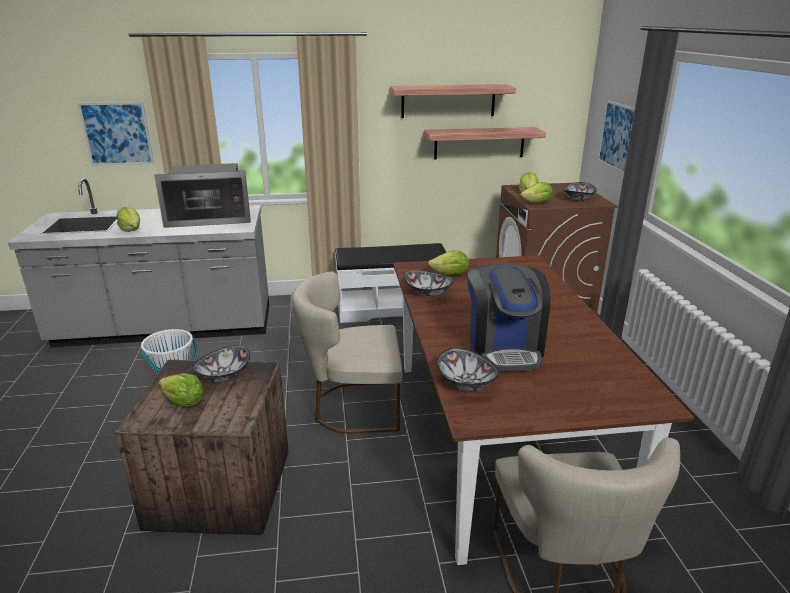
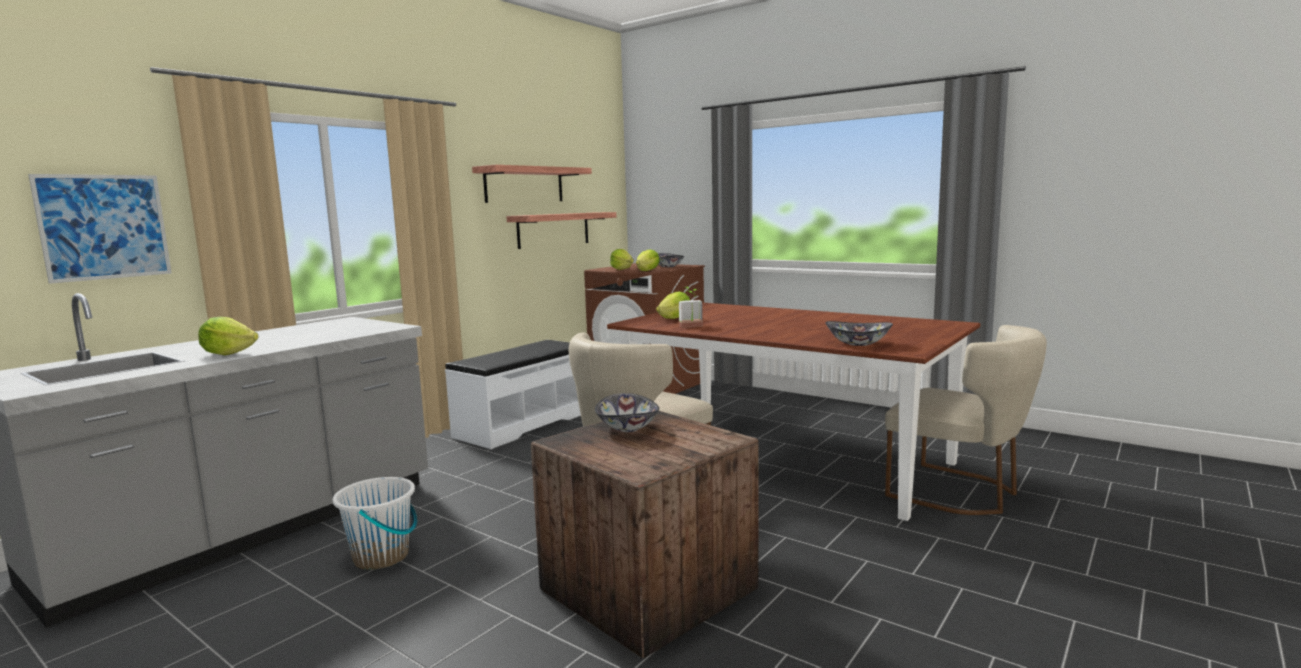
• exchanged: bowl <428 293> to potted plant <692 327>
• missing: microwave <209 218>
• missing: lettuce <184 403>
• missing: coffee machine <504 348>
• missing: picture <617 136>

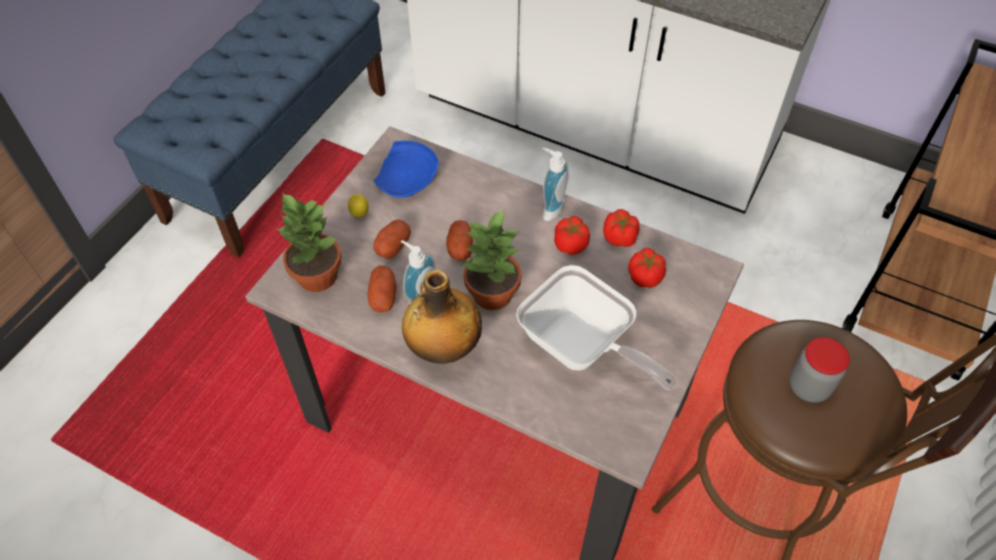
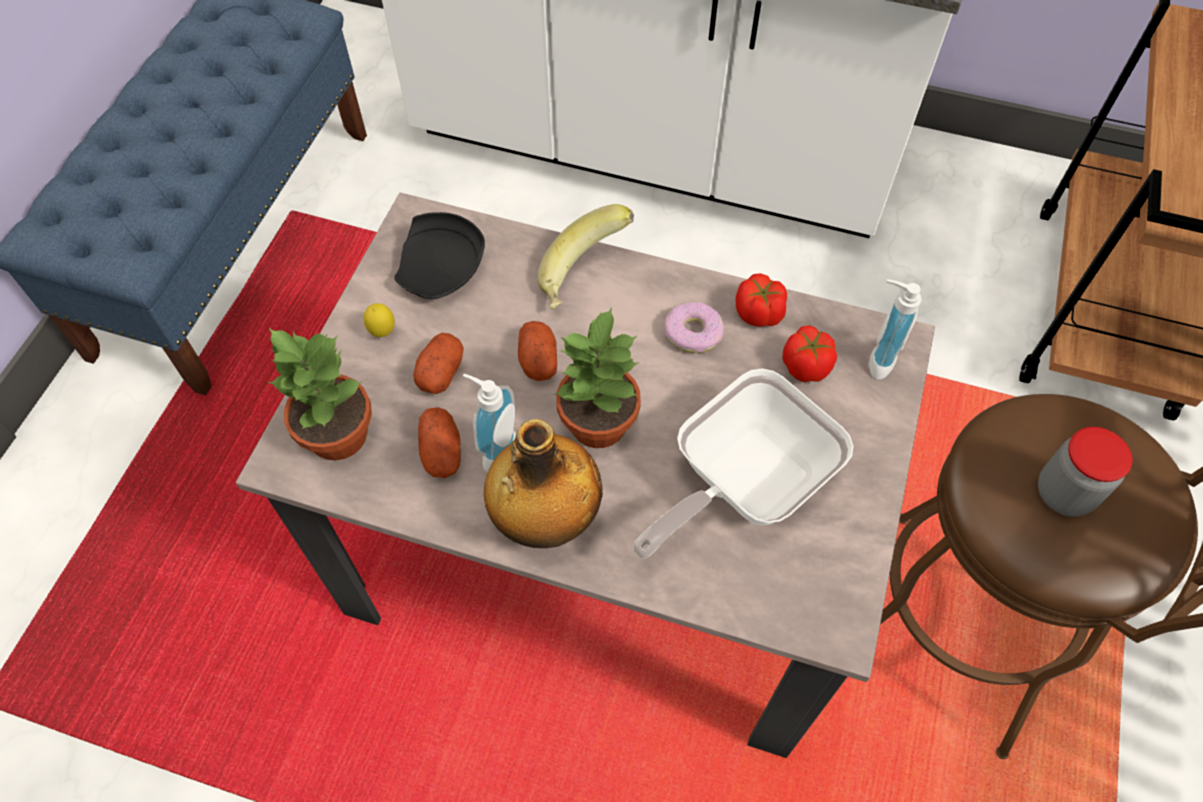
• colour: blue plate <408 180> to black plate <442 270>
• appeared: banana <585 277>
• spun: frying pan <582 347> = <741 484> 105 degrees clockwise
• exchanged: tomato <570 244> to donut <693 333>
• relocated: soap dispenser <550 208> to <876 358>

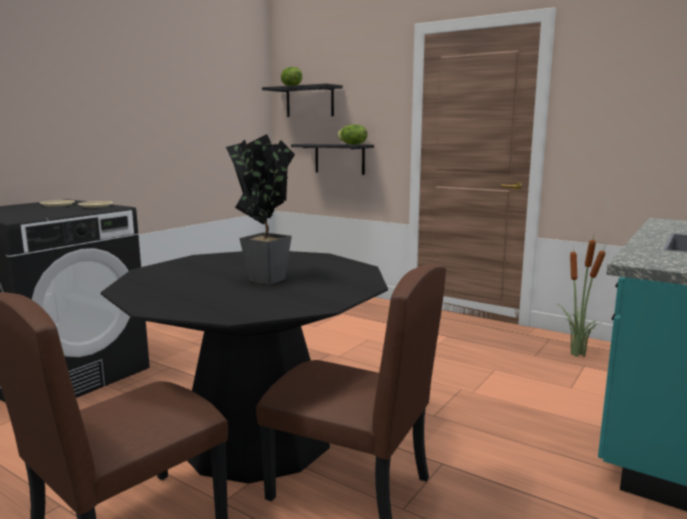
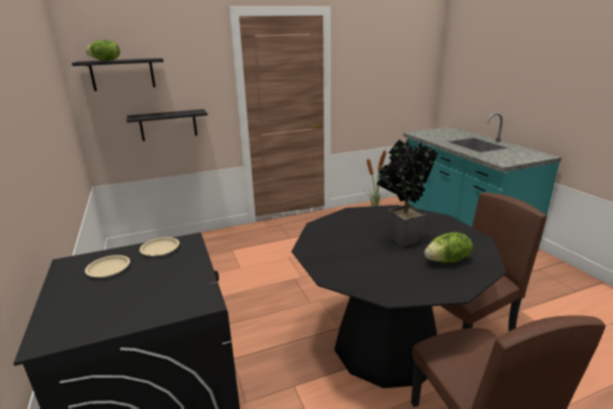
• relocated: lettuce <352 144> to <447 260>

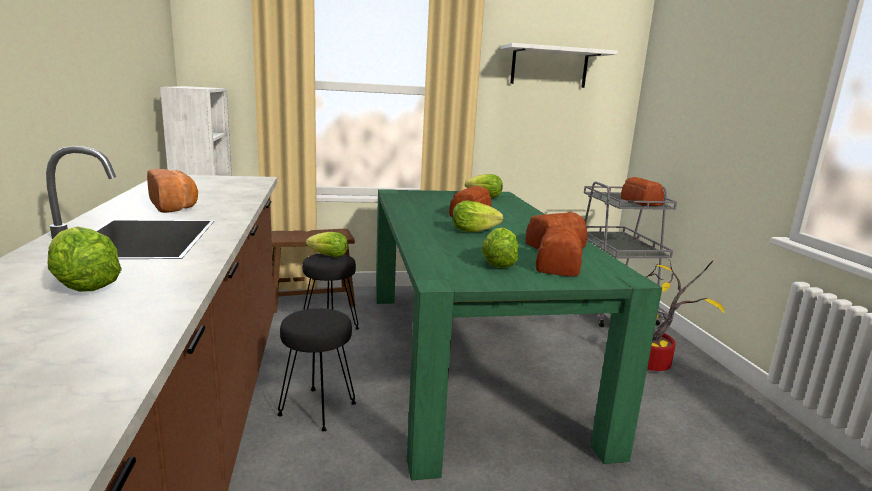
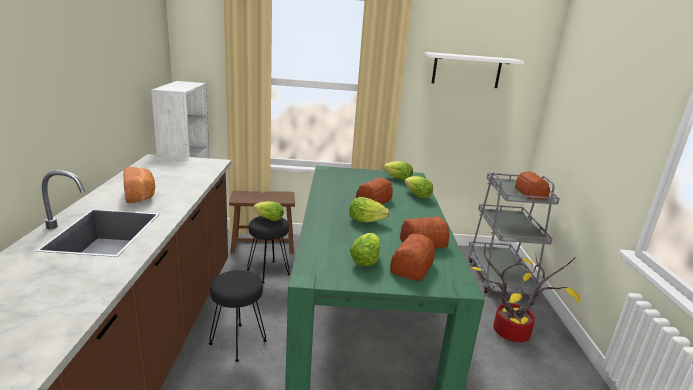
• relocated: lettuce <83 285> to <417 196>

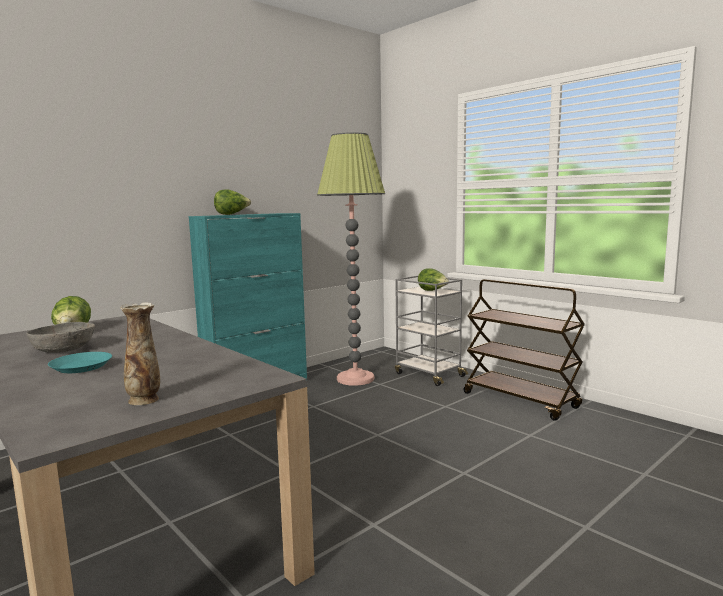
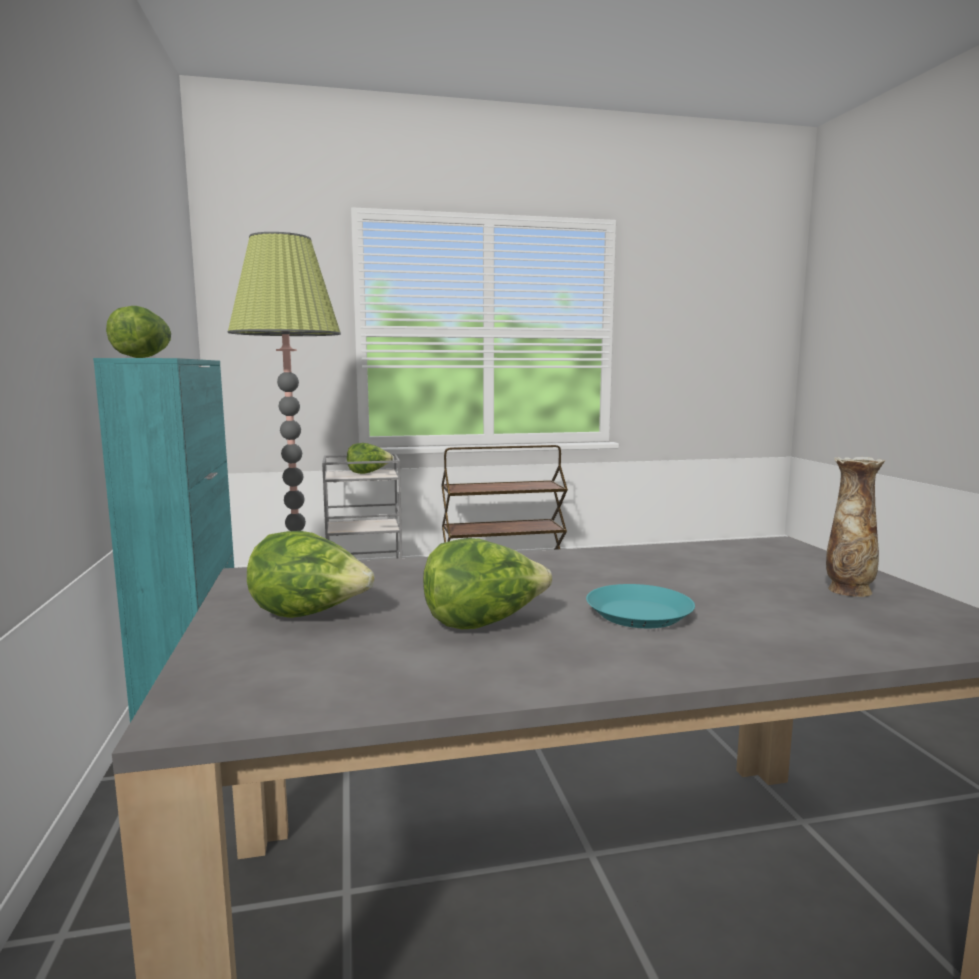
• exchanged: grey bowl <64 350> to lettuce <483 623>

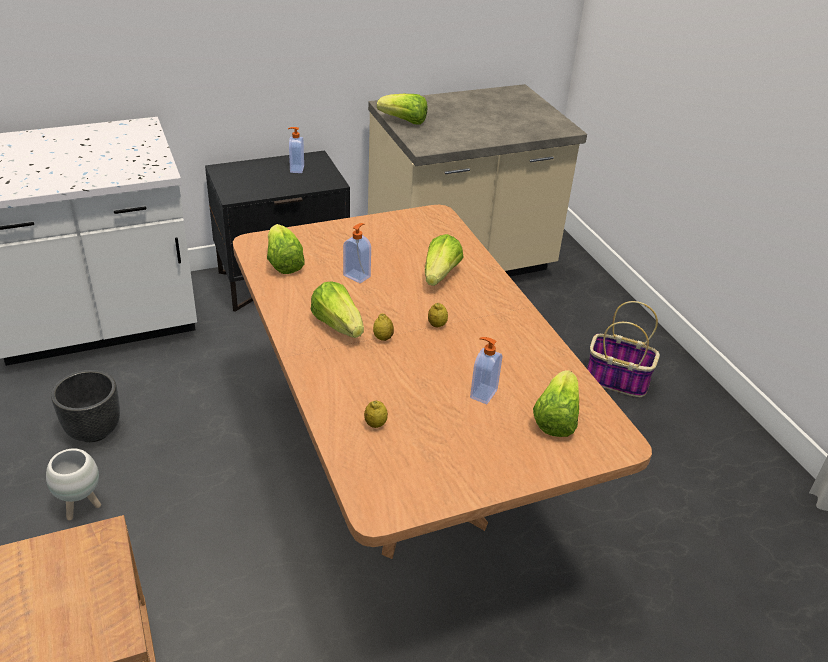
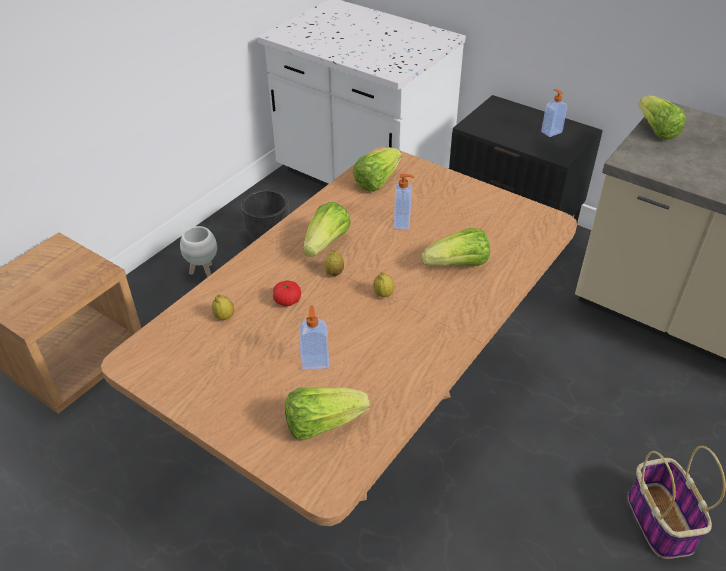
• appeared: tomato <287 300>

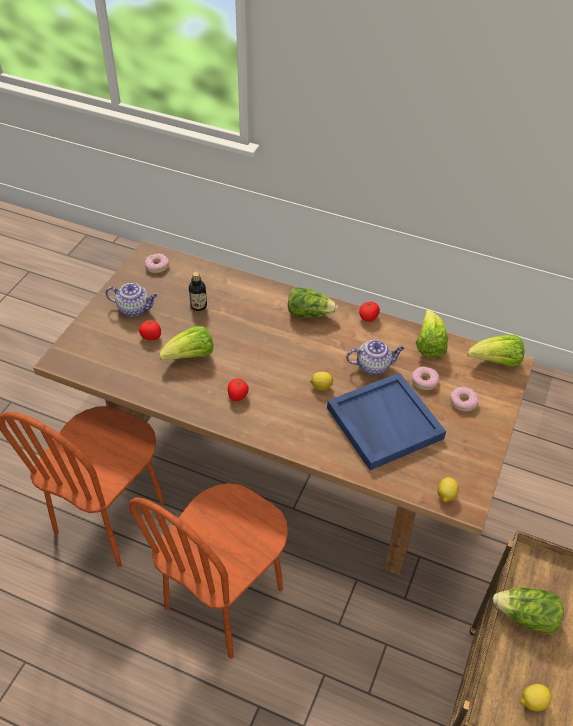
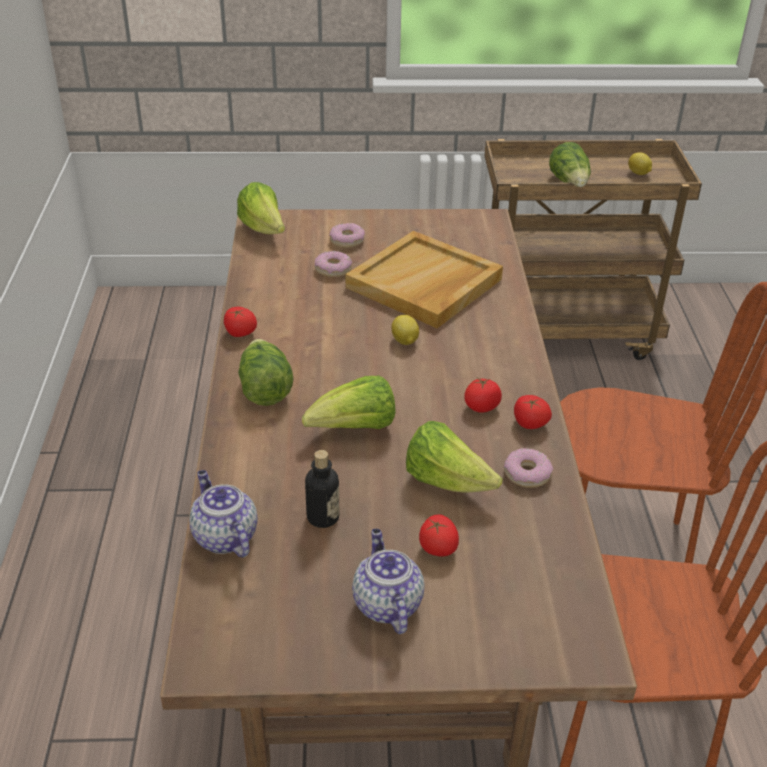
• relocated: teapot <374 366> to <224 537>
• relocated: lettuce <429 345> to <355 429>
• colour: blue tray <383 422> to beige tray <424 284>
• relocated: donut <157 266> to <527 474>
• appeared: tomato <529 424>
• missing: lemon <445 495>

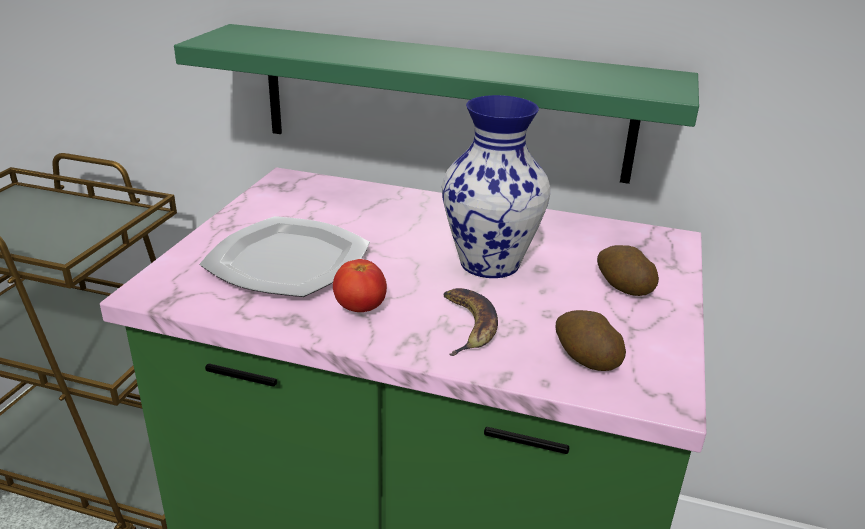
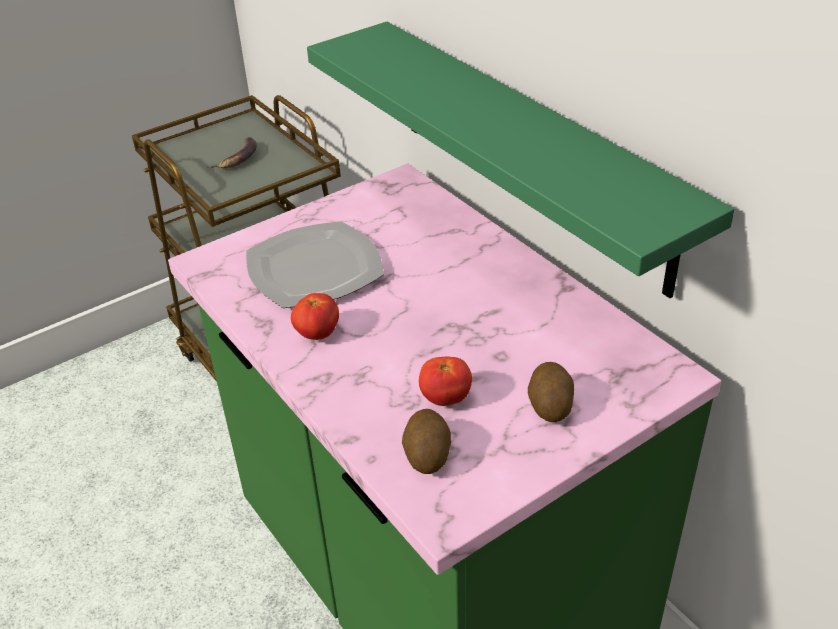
• relocated: banana <467 325> to <238 157>
• appeared: tomato <445 398>
• missing: vase <490 264>

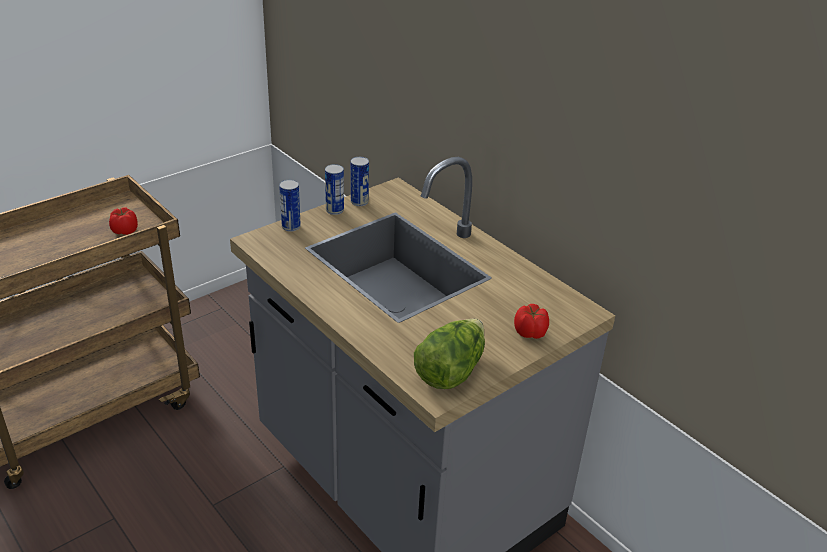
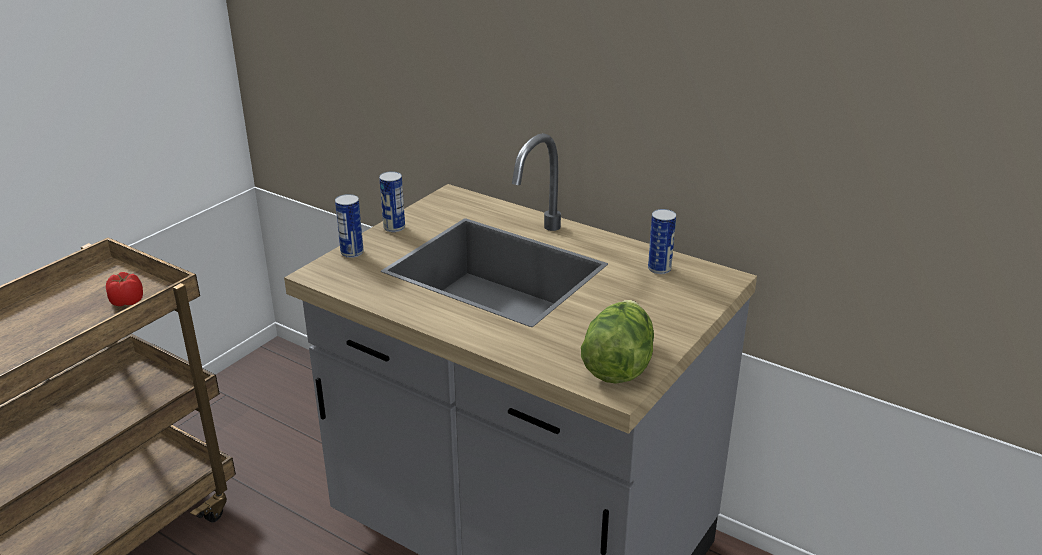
• relocated: can <359 202> to <659 269>
• missing: tomato <530 333>

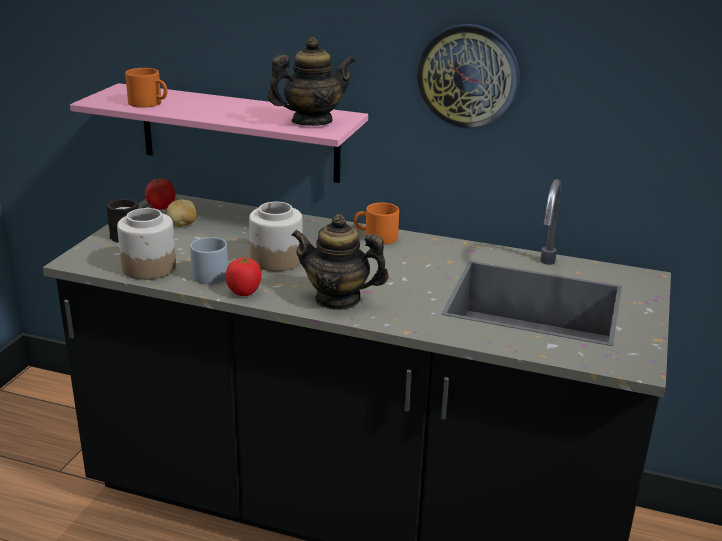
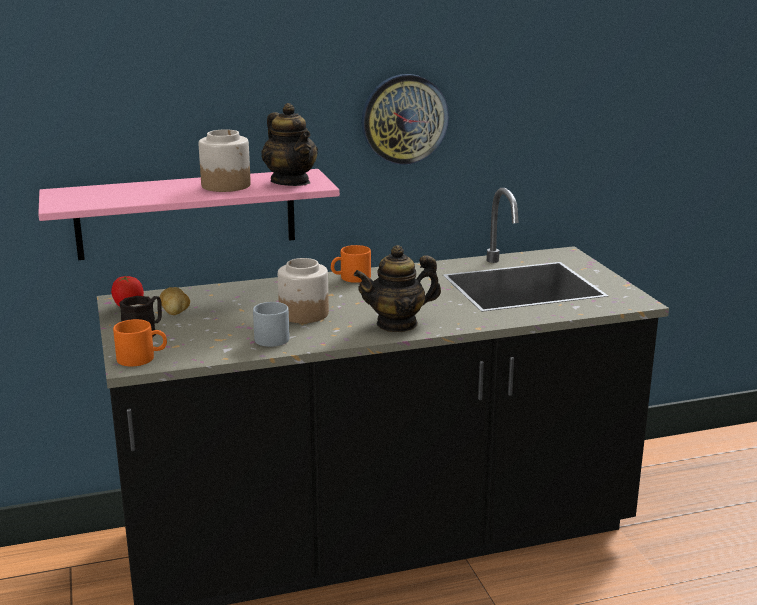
• relocated: orange mug <150 103> to <142 358>
• relocated: jar <149 267> to <226 185>
• spun: teapot <311 121> = <291 182> 120 degrees clockwise
• missing: tomato <244 292>

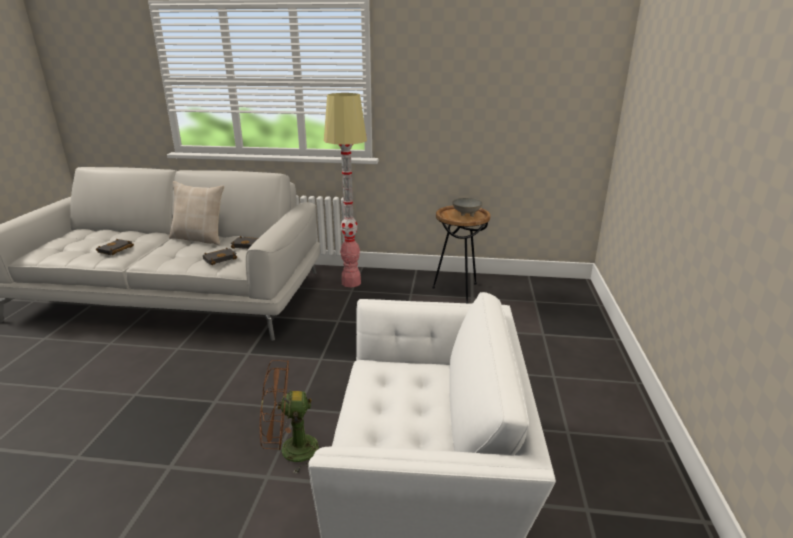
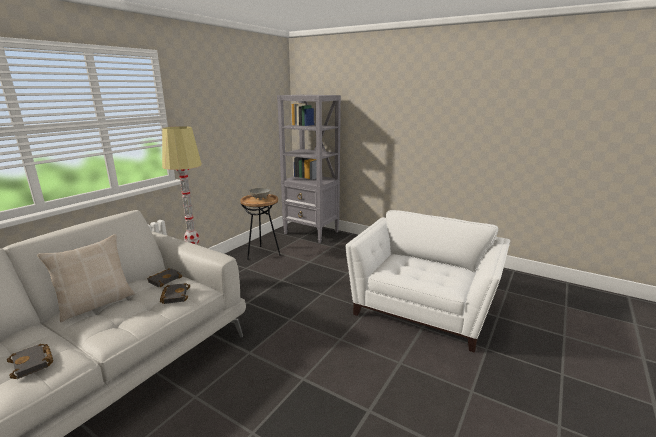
• appeared: grey bookcase <311 233>
• missing: brown fan <290 451>

